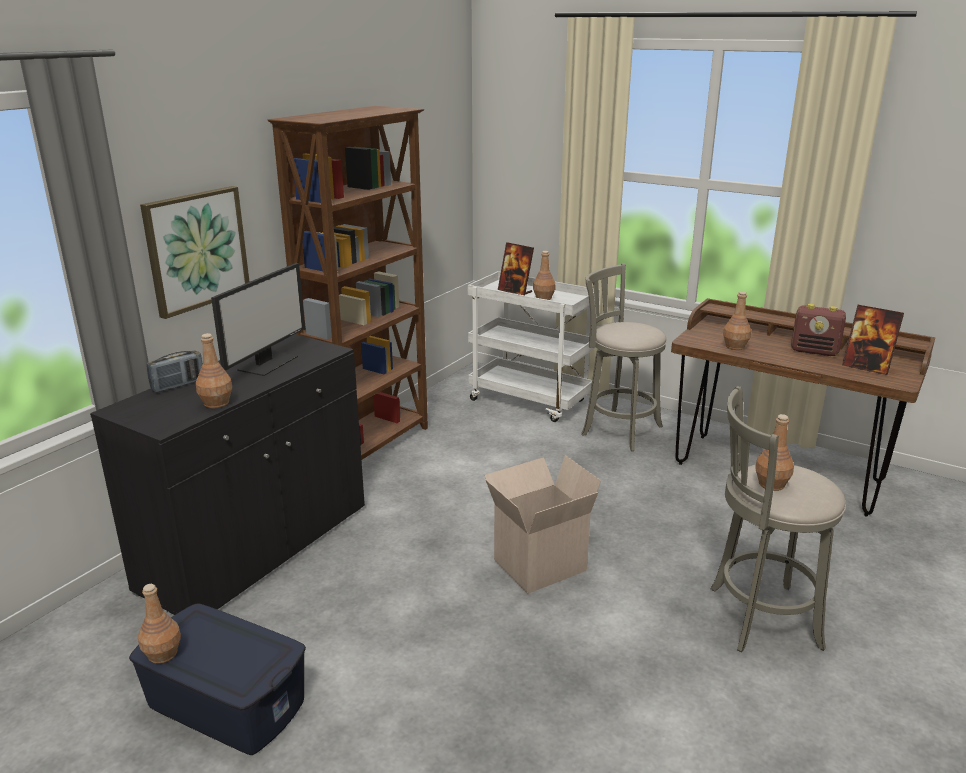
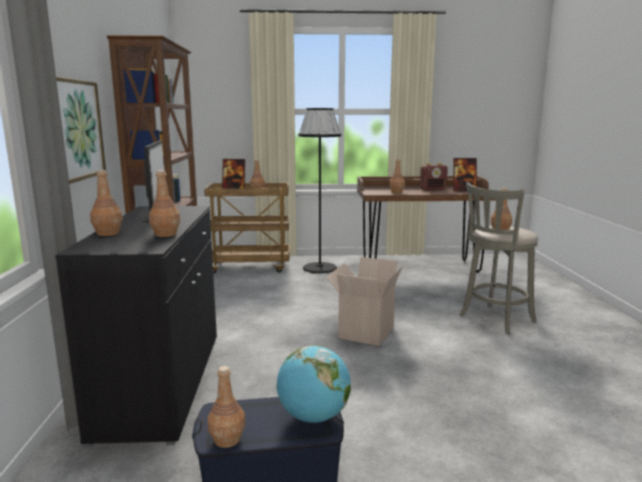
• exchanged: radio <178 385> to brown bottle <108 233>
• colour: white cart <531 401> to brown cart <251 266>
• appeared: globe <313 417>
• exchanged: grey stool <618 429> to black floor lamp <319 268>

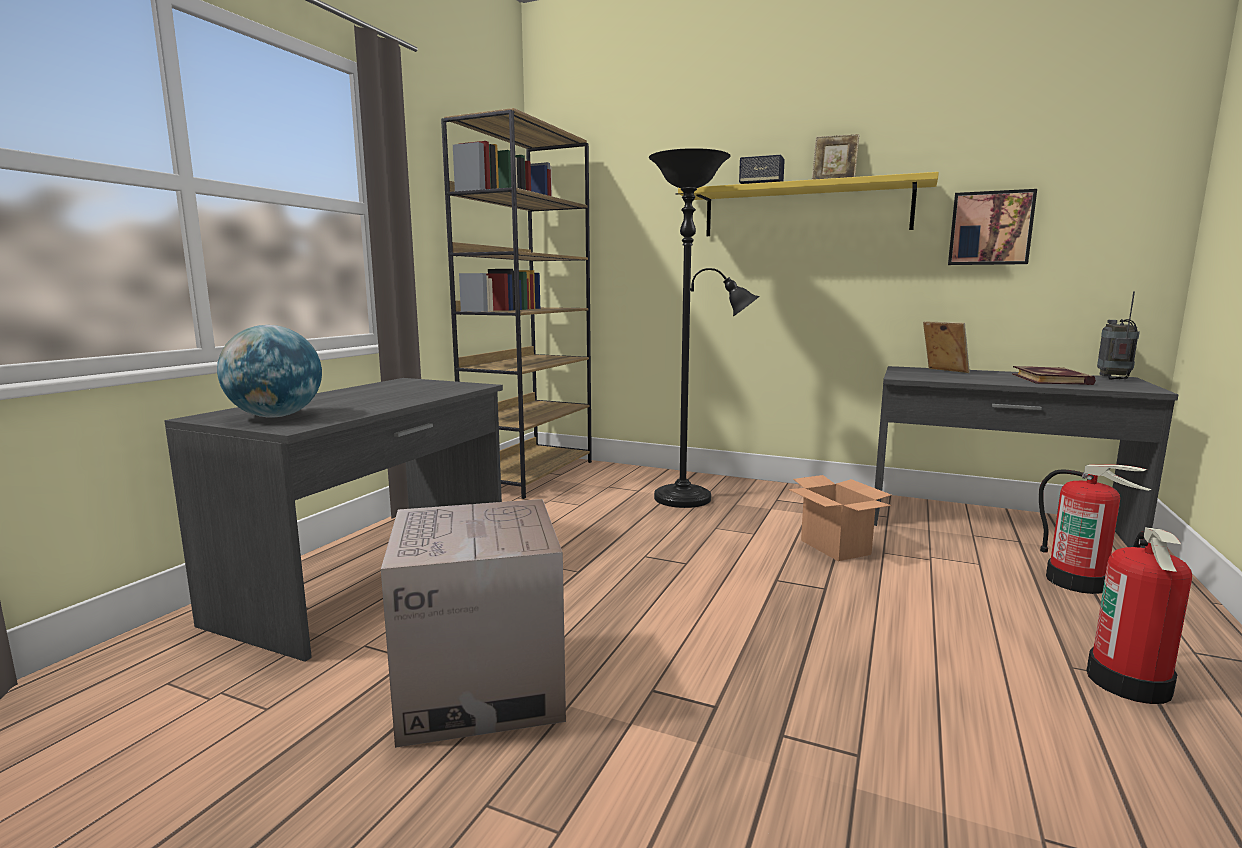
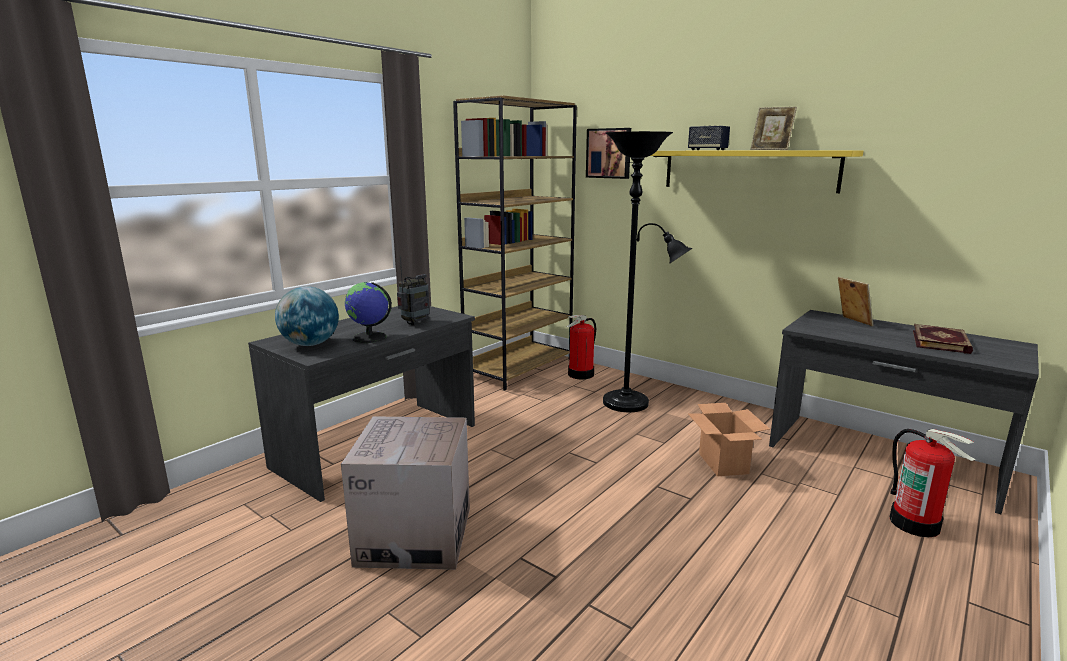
• appeared: globe <369 338>
• relocated: radio <1113 378> to <415 323>
• relocated: fire extinguisher <1130 683> to <581 374>
• relocated: picture <990 228> to <609 153>

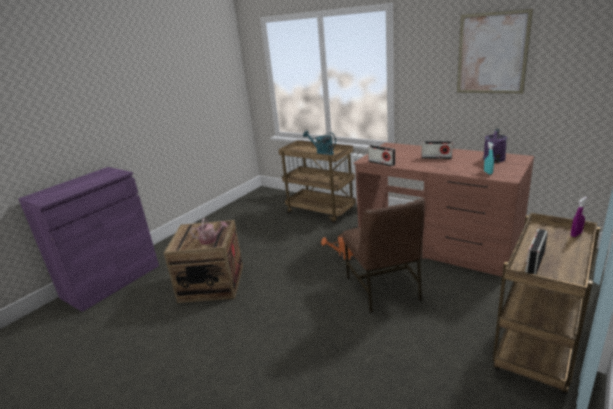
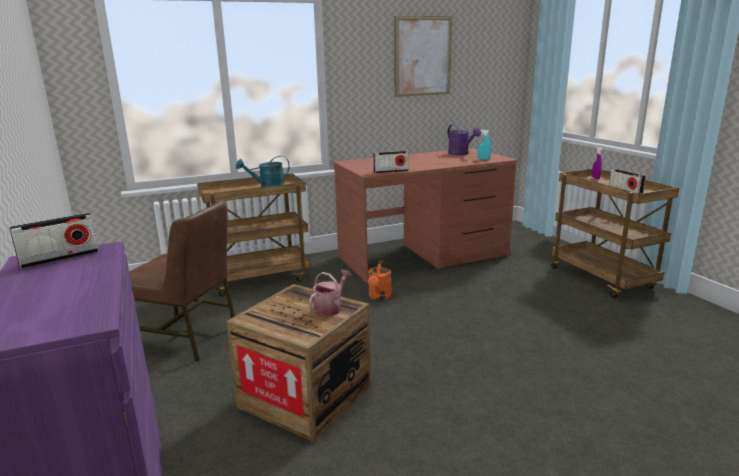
• relocated: radio <436 157> to <60 258>
• relocated: brown chair <384 289> to <186 337>

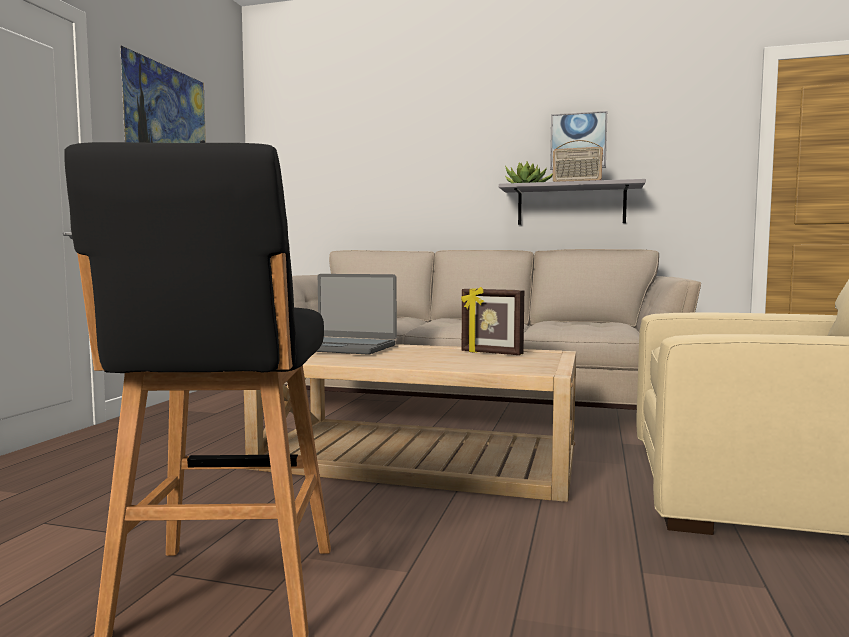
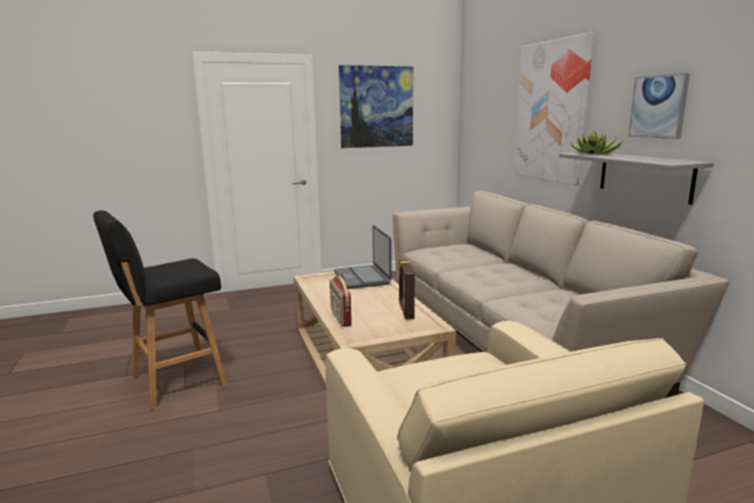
• relocated: radio <576 181> to <340 317>
• appeared: picture <551 112>

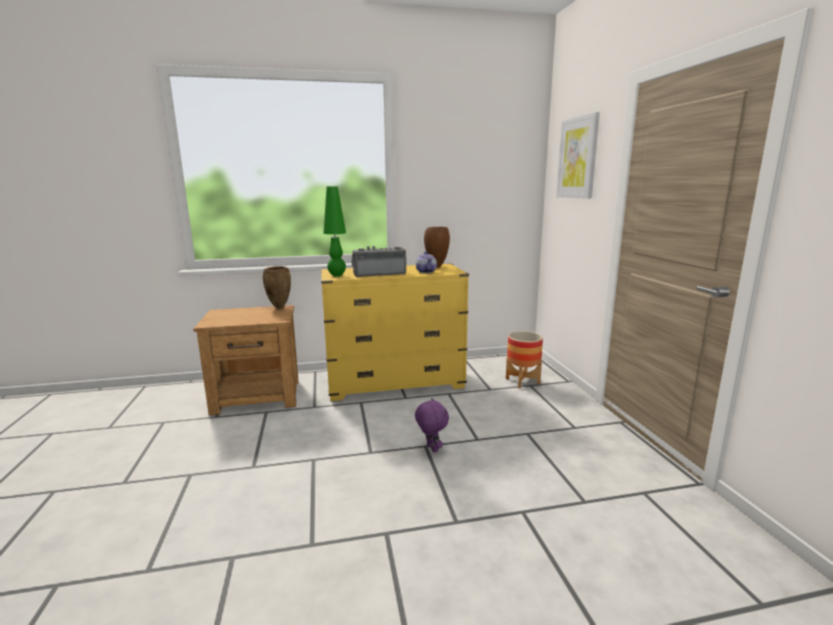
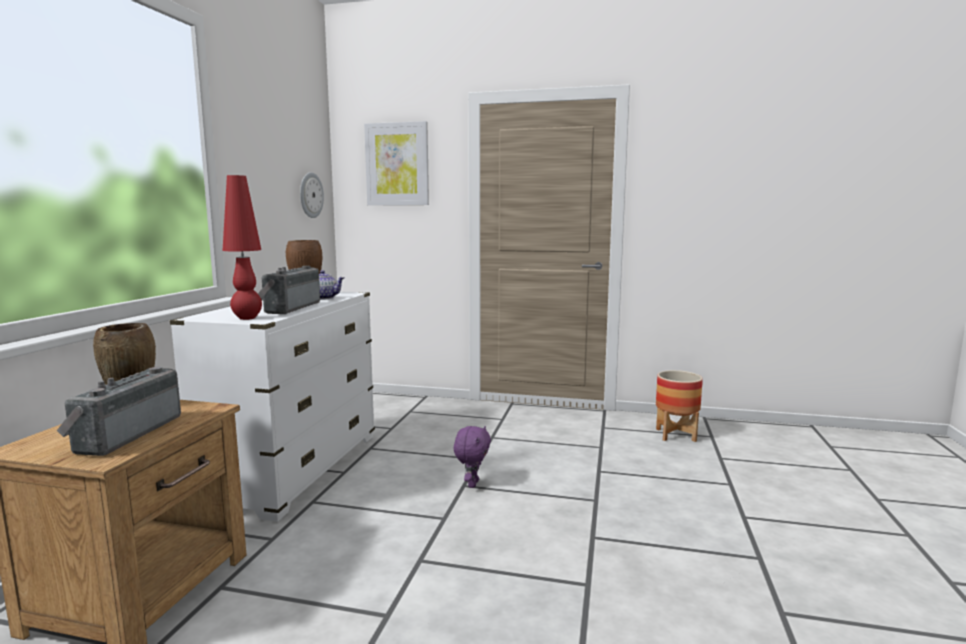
• appeared: radio <125 434>
• colour: yellow dresser <395 383> to white dresser <295 470>
• colour: green table lamp <337 275> to red table lamp <247 318>
• appeared: wall clock <310 195>
• spun: purple plush toy <431 448> = <472 484> 105 degrees clockwise
• relocated: planter <522 381> to <675 435>

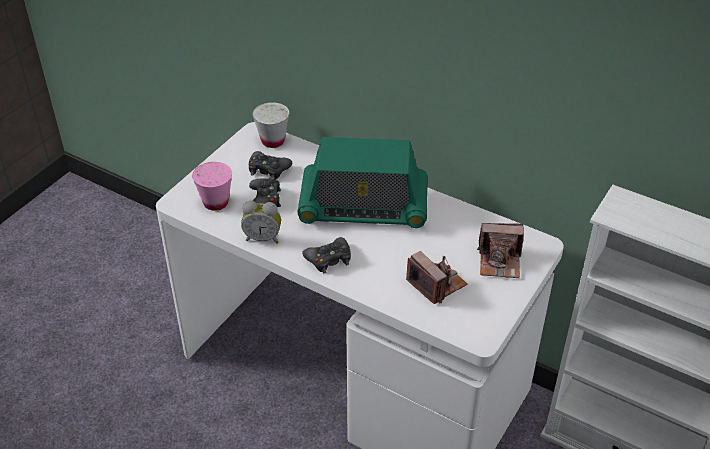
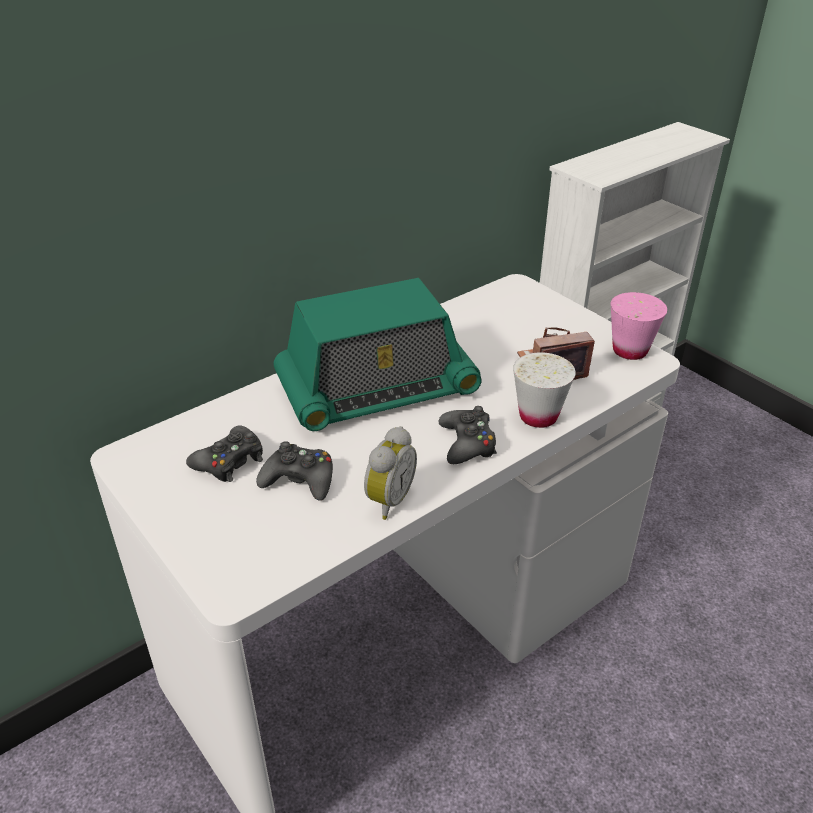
• spun: radio <363 206> = <377 390> 45 degrees clockwise
• relocated: white cup <273 141> to <538 416>
• relocated: pink cup <216 202> to <630 350>
• missing: photo camera <499 261>

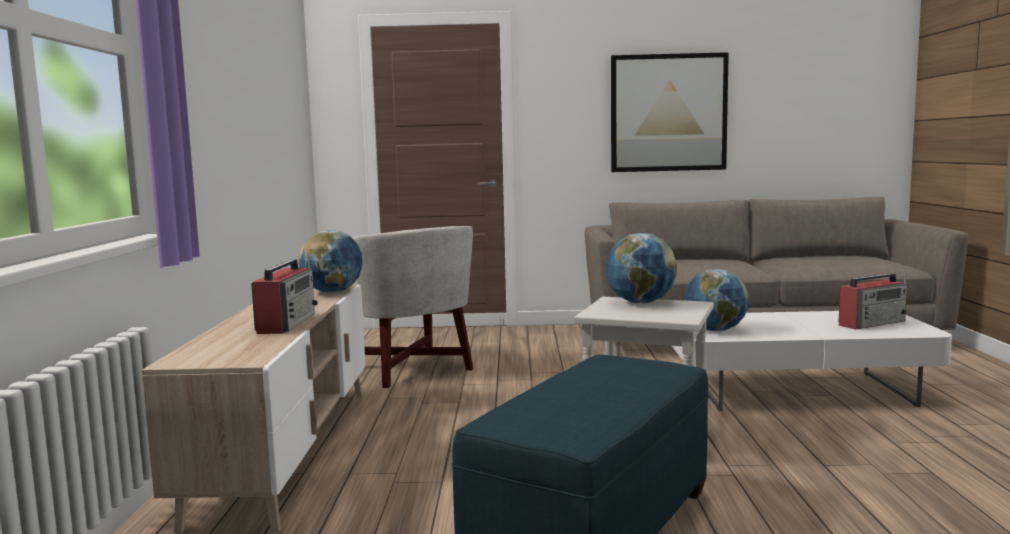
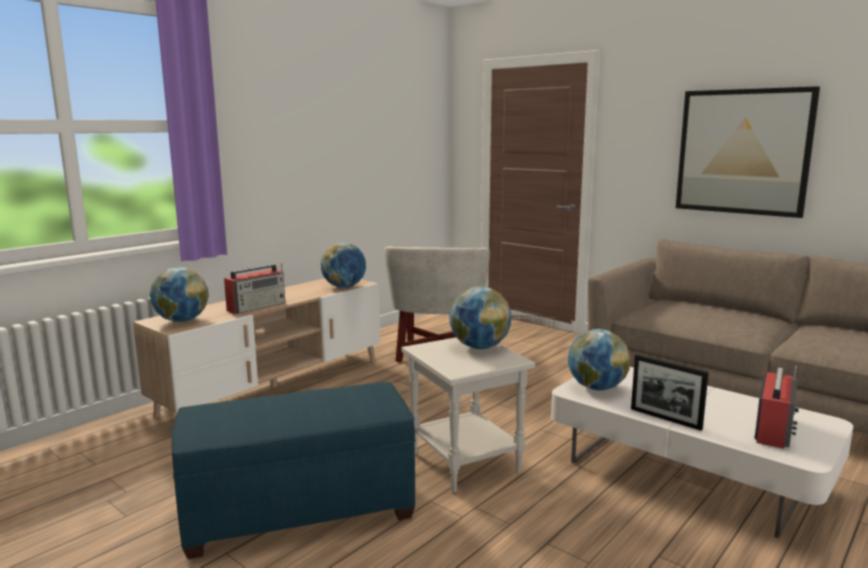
• appeared: globe <181 321>
• appeared: picture frame <665 418>
• spun: radio <872 323> = <773 429> 75 degrees counterclockwise

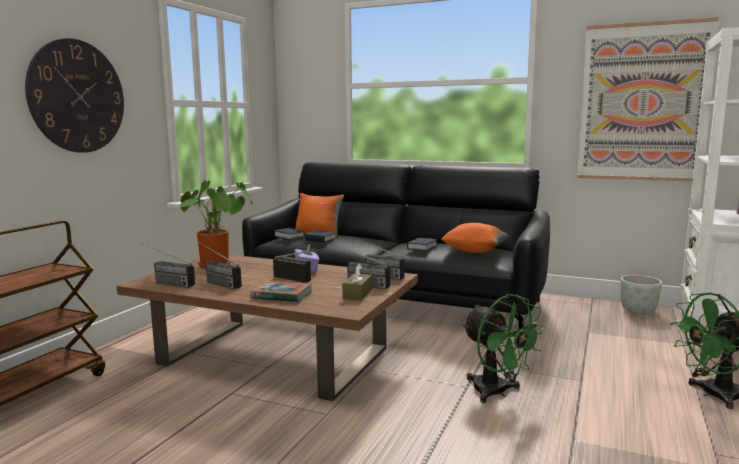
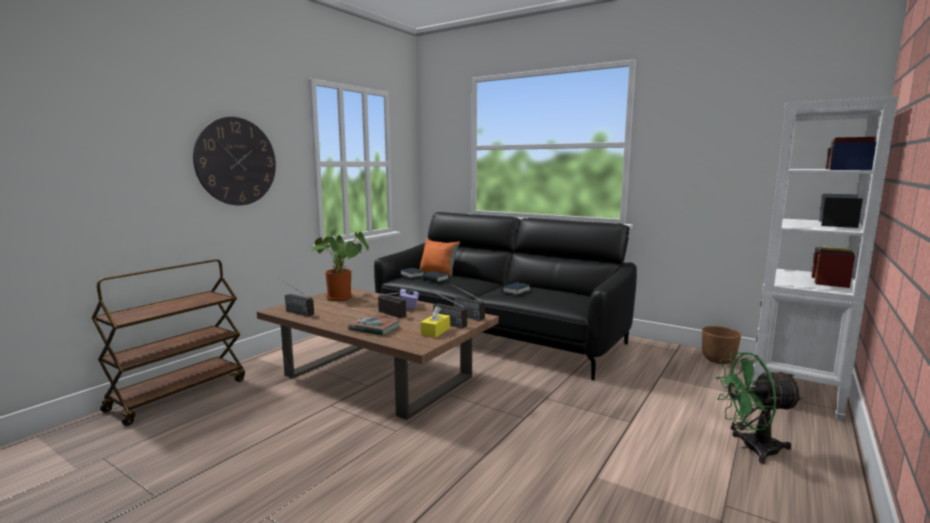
• colour: brown tissue box <357 294> to yellow tissue box <435 331>
• colour: grey planter <638 311> to brown planter <718 360>
• missing: radio <215 283>
• missing: orange pillow <474 251>
• missing: green fan <497 393>
• missing: picture <643 103>

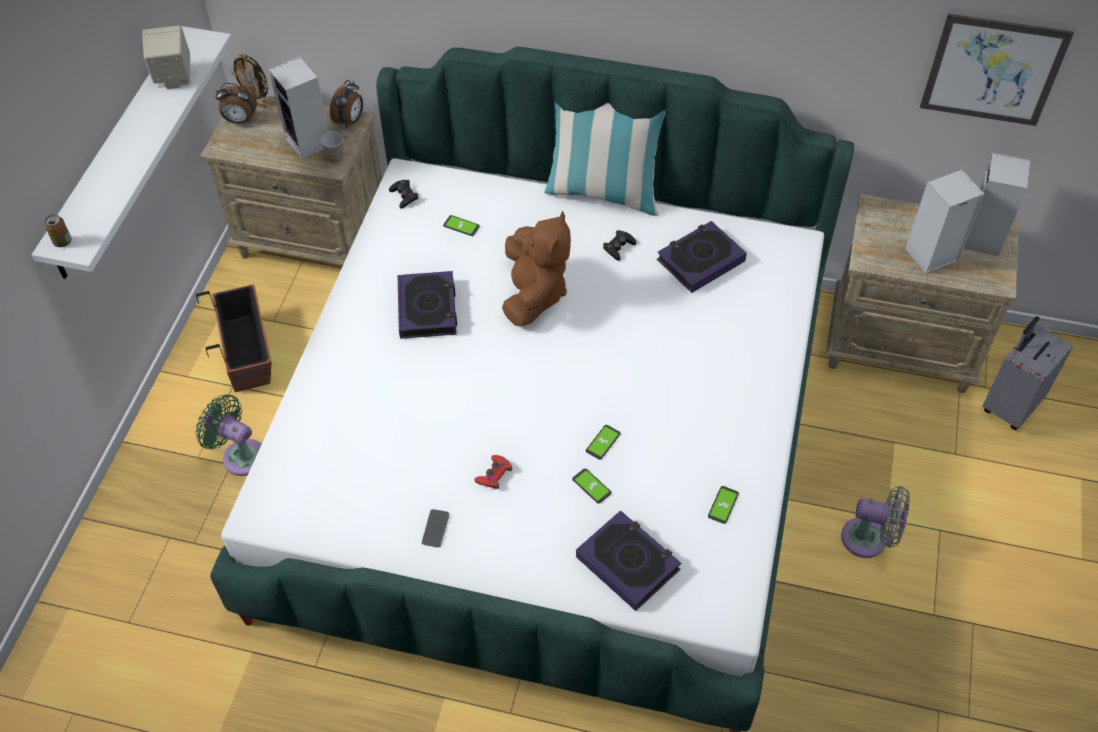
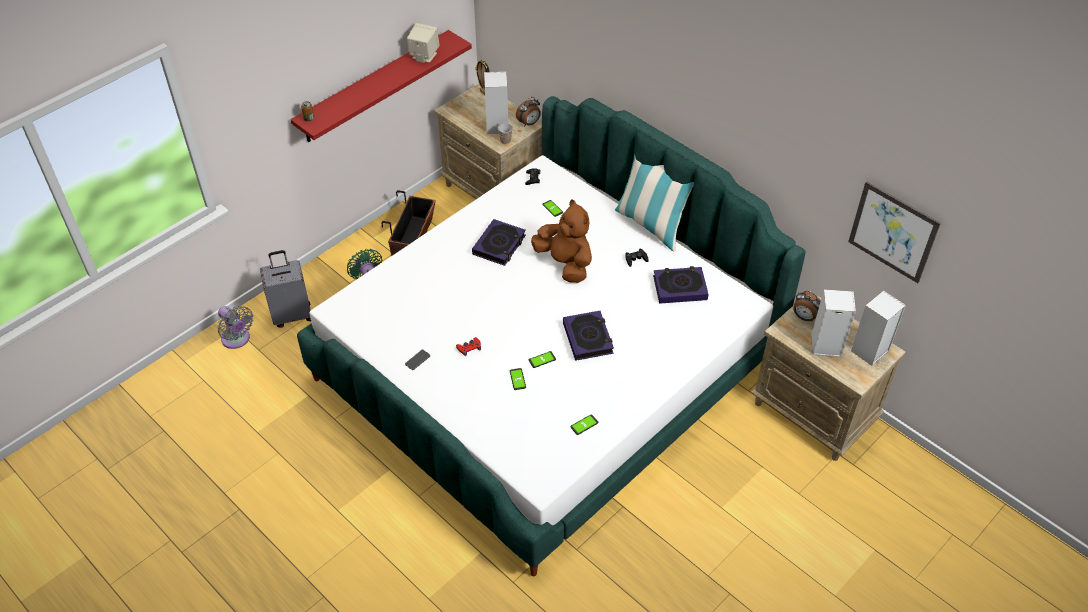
• relocated: grey fan <869 539> to <237 340>
• relocated: grey suitcase <1009 405> to <292 315>
• colour: white shelf <120 153> to red shelf <374 87>
• spun: brown plush toy <534 294> = <565 263> 75 degrees counterclockwise
• relocated: book <628 563> to <588 338>
• relocated: alarm clock <240 120> to <804 317>

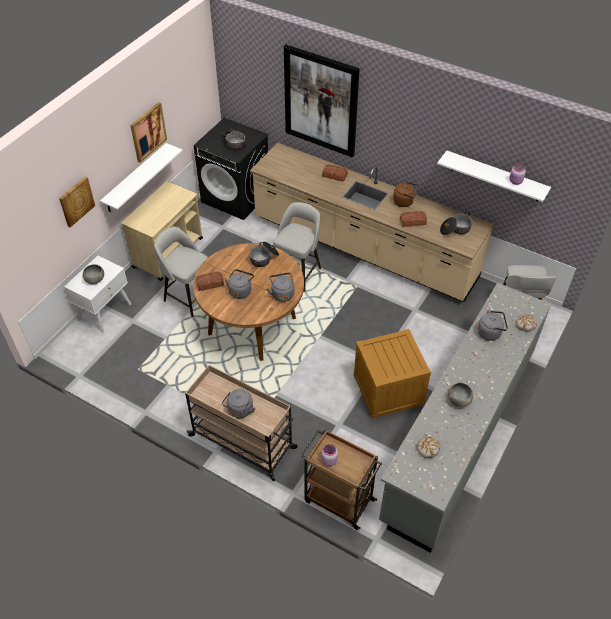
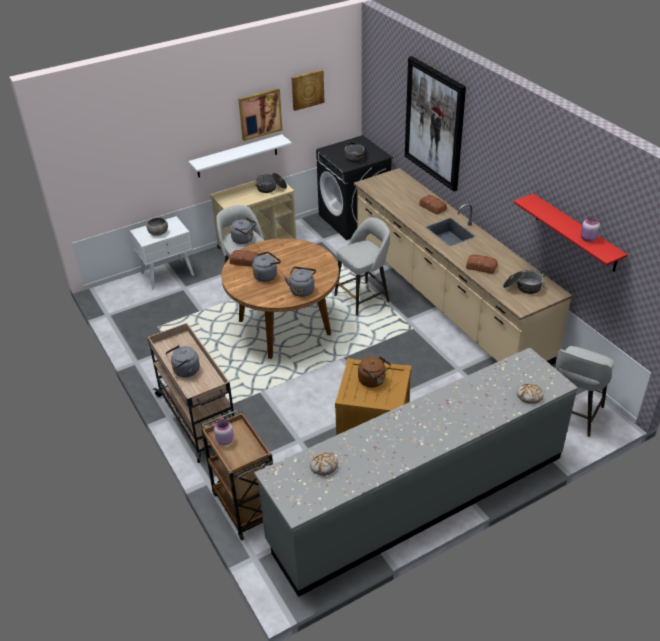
• relocated: grey kettle <490 332> to <244 240>
• relocated: cooking pot <264 258> to <271 188>
• relocated: picture <76 201> to <307 89>
• relocated: brown kettle <404 202> to <373 381>
• colour: white shelf <495 176> to red shelf <576 233>
• missing: grey bowl <459 400>

